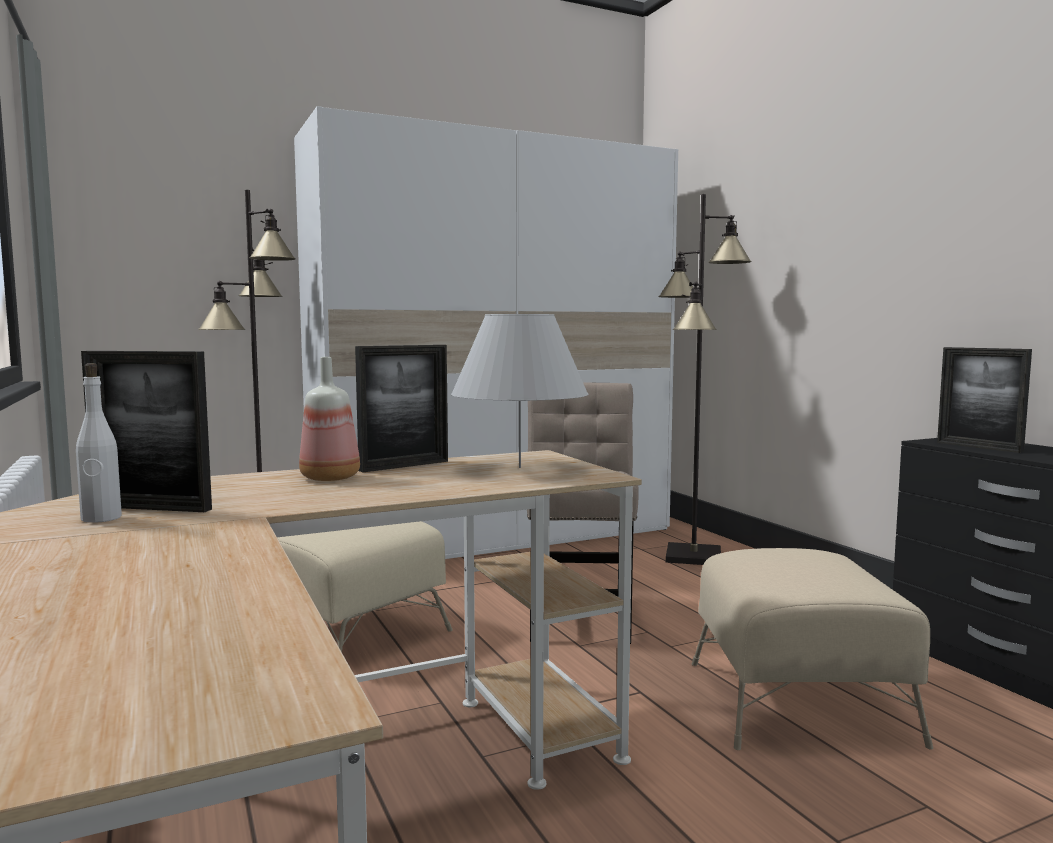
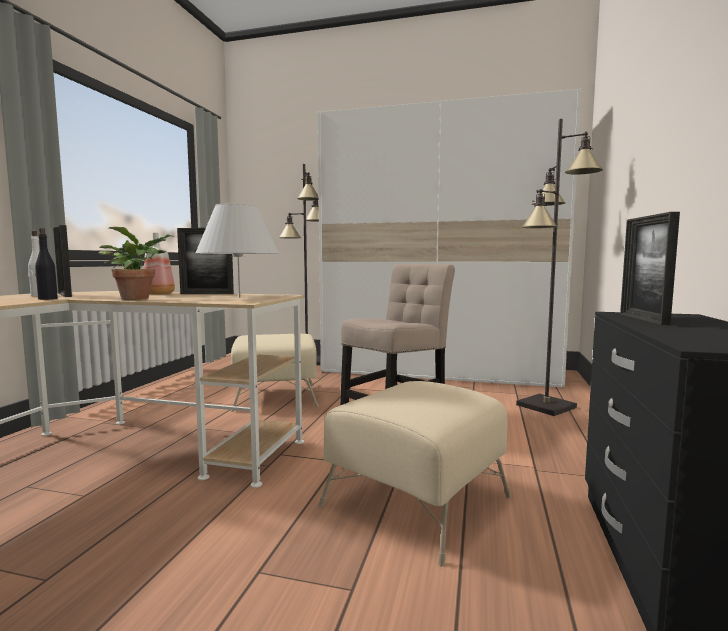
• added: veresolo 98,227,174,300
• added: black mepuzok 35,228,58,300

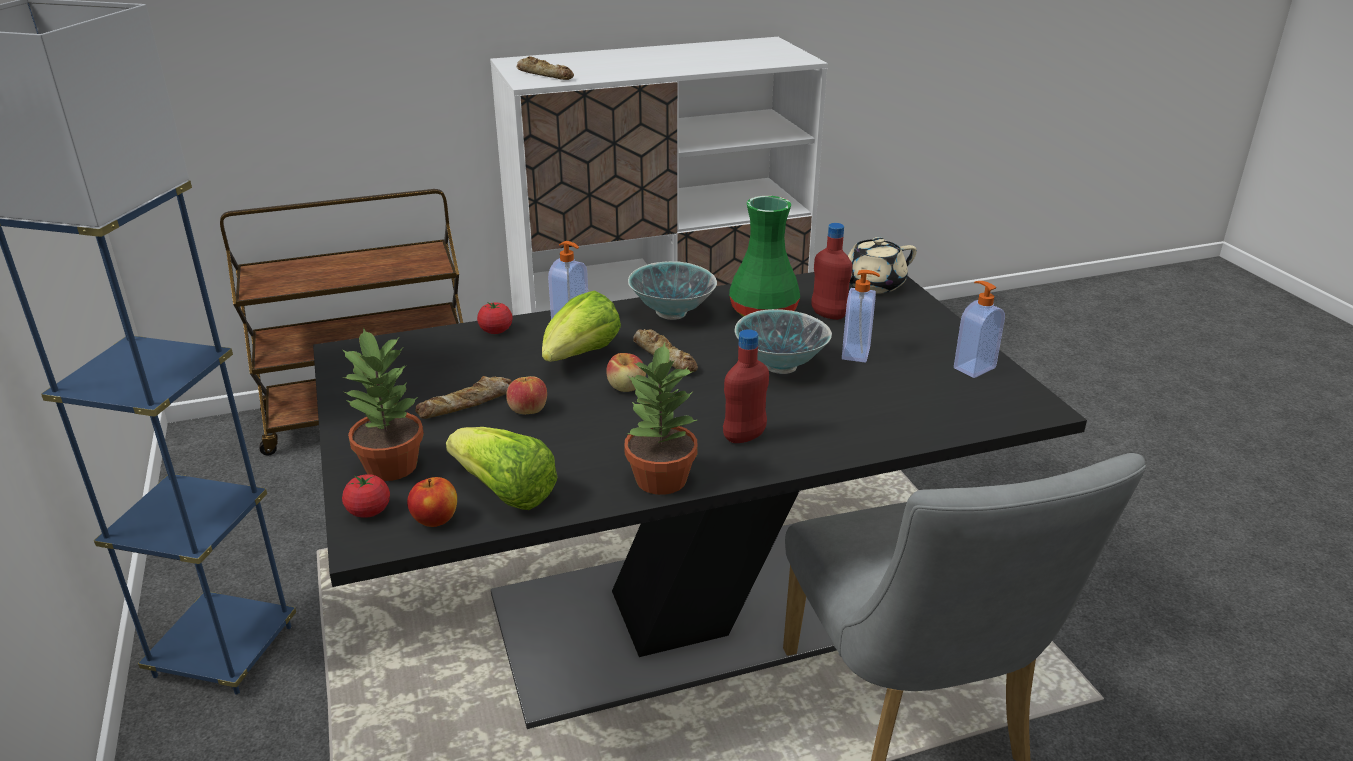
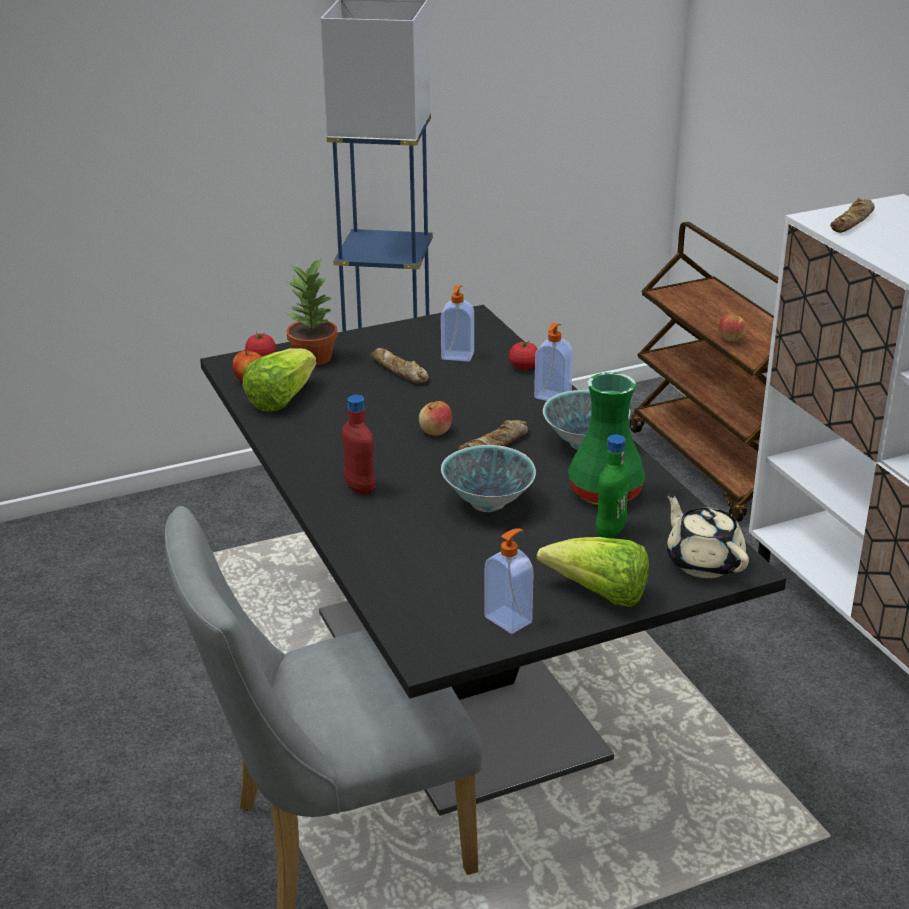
• recoloured: red mepuzok 811,223,852,320 to green mepuzok 596,435,630,538
• moved: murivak 842,270,880,363 to 441,285,474,362
• moved: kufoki 542,291,621,362 to 537,537,649,607
• removed: veresolo 624,342,698,495
• moved: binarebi 506,376,547,414 to 718,314,746,341

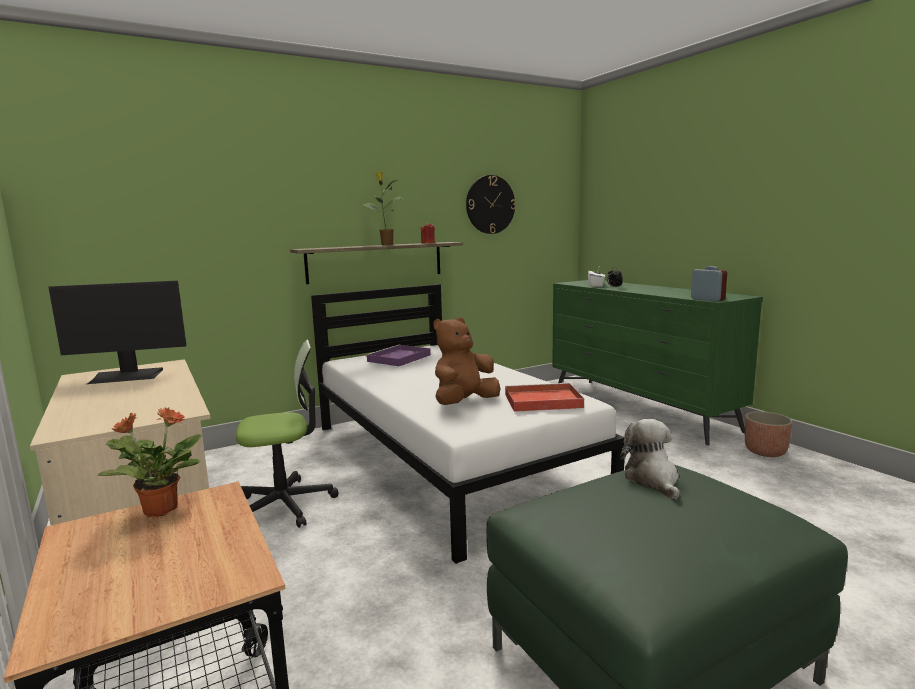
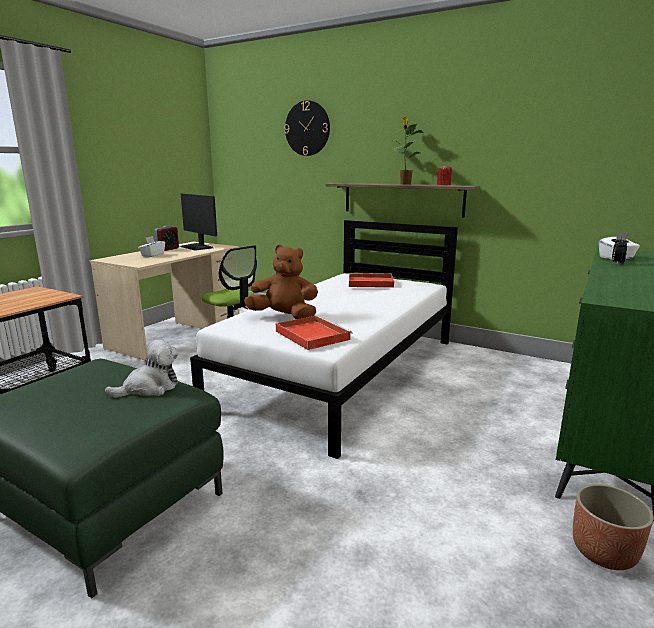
• moved: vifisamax 466,175,516,234 to 284,100,330,156
• moved: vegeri 691,266,727,302 to 154,225,179,251
• recoloured: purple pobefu 365,345,431,366 to red pobefu 349,273,394,288
• removed: veresolo 98,407,202,517
• added: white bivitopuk 138,236,165,257

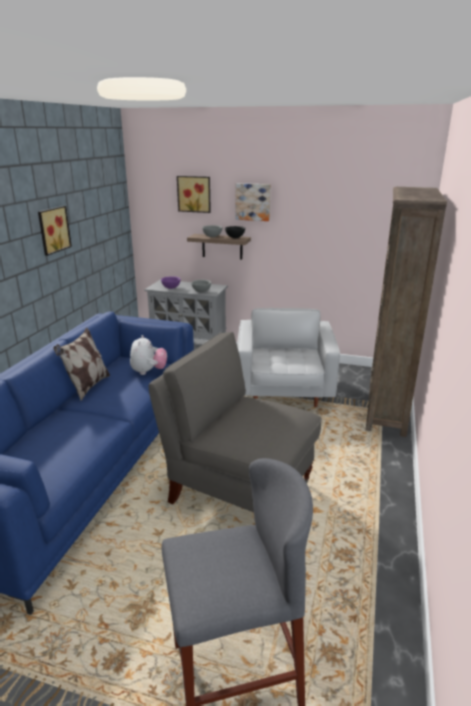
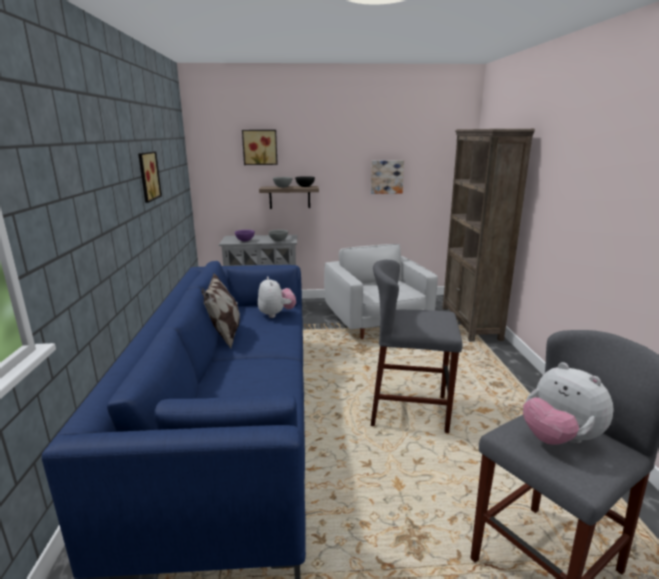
• moved: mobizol 235,183,271,221 to 371,160,404,194
• replaced: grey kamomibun 149,332,322,512 to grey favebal 371,260,463,433
• added: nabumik 523,362,614,445

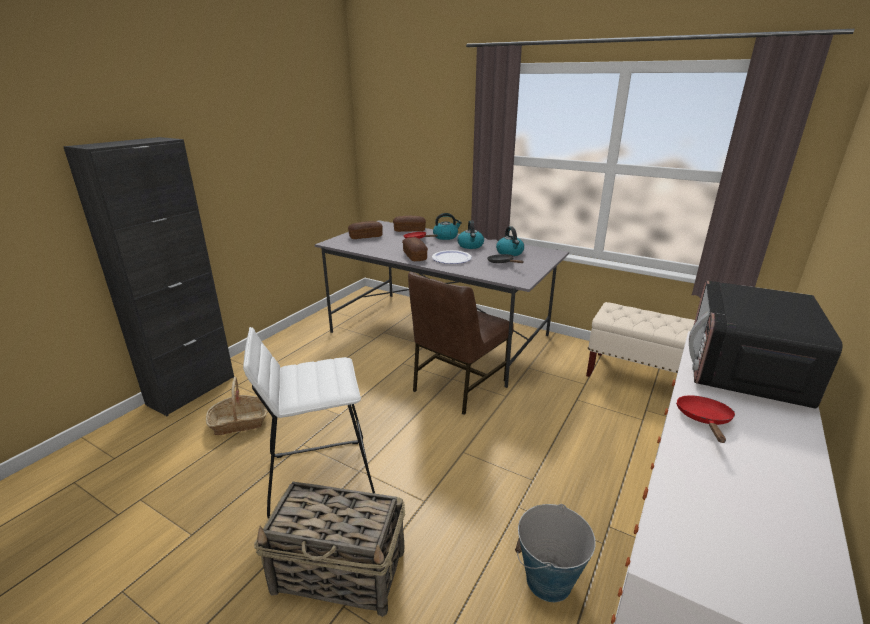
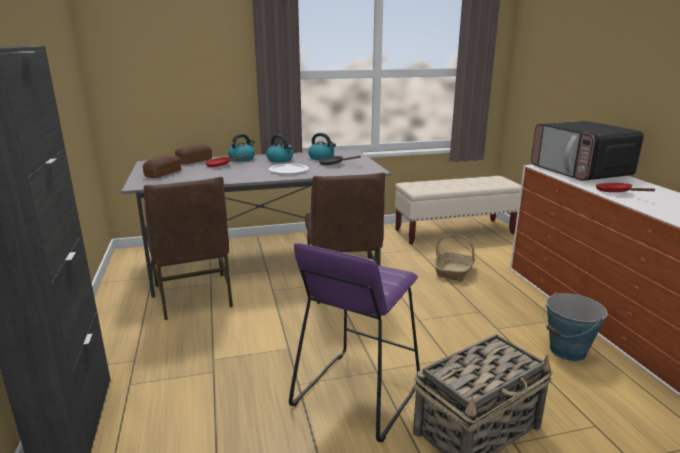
• removed: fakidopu 402,237,428,261
• recoloured: white favebal 243,327,375,519 to purple favebal 289,243,420,442
• moved: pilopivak 206,377,268,435 to 434,234,476,281
• added: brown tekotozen 144,177,233,320

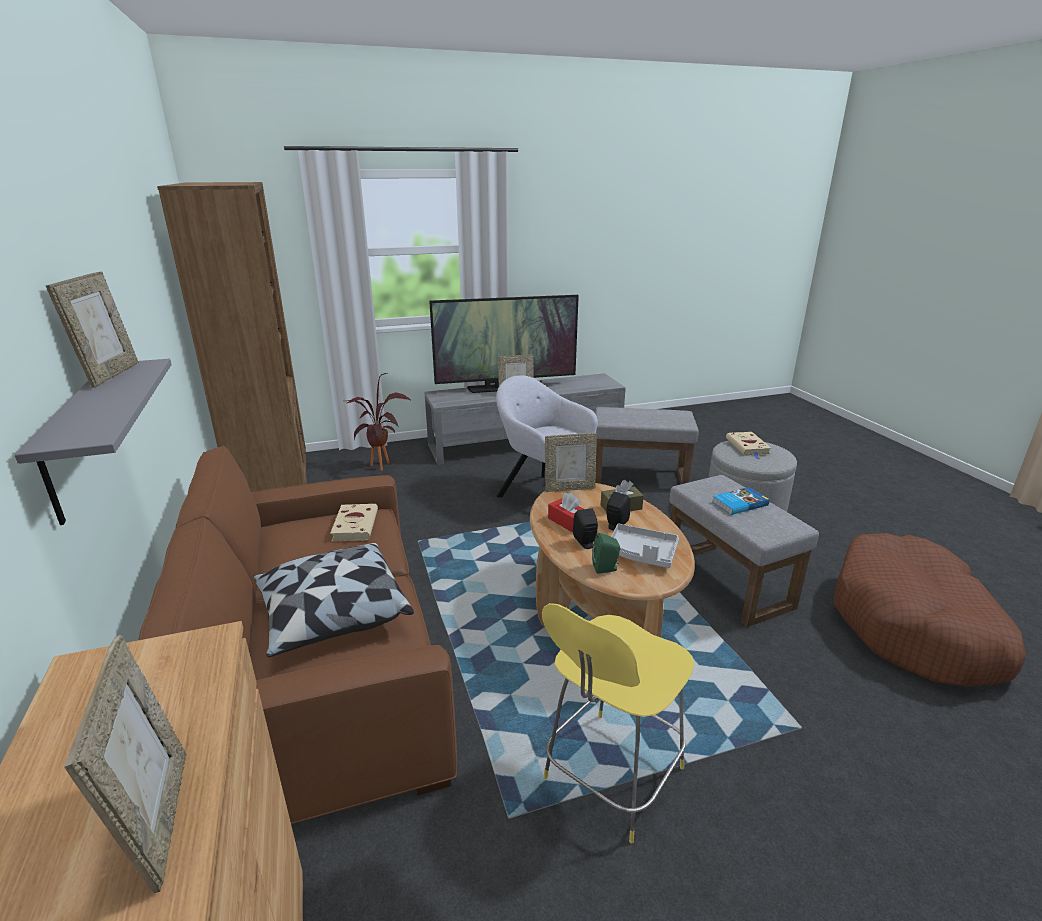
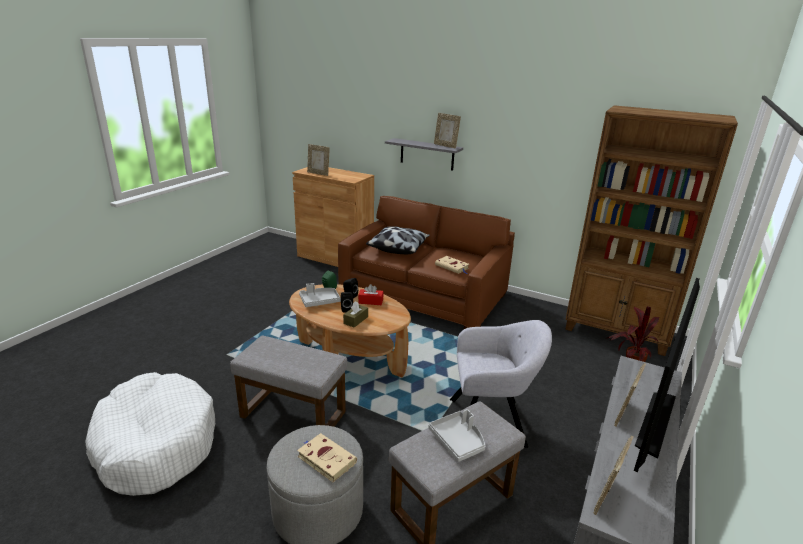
• moved: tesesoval 545,433,597,492 to 594,436,633,515
• removed: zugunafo 712,487,770,515
• recoloured: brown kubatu 833,533,1026,687 to white kubatu 85,372,215,496
• removed: yellow favebal 542,603,694,843
• added: grey pobefu 428,409,485,462

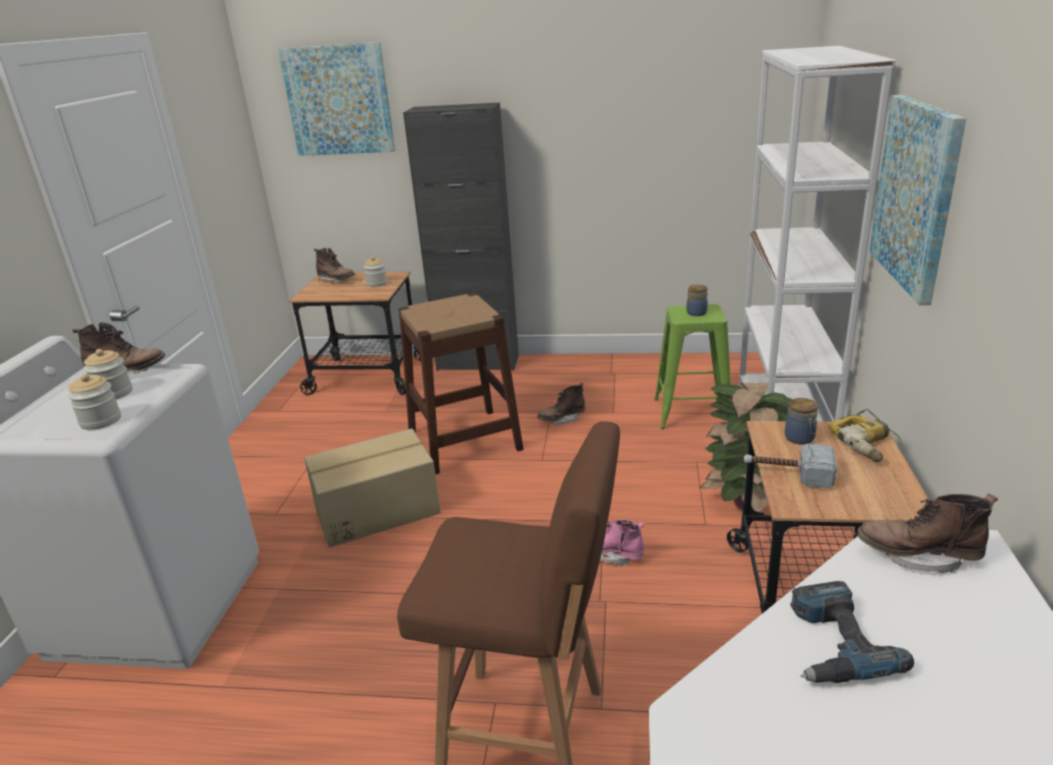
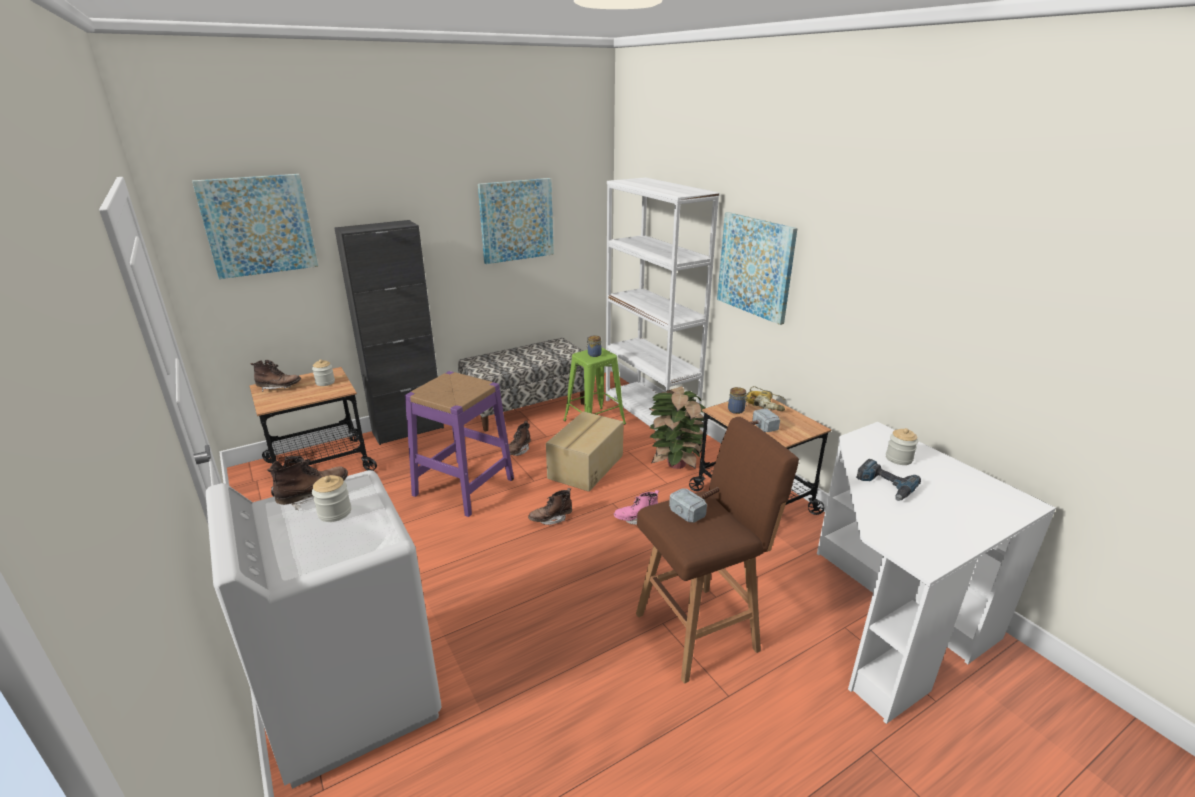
• recoloured: brown favebal 399,293,524,475 to purple favebal 405,371,514,517
• moved: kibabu 68,374,121,430 to 886,428,918,465
• moved: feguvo 304,428,441,548 to 546,411,624,492
• moved: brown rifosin 857,494,998,573 to 528,488,572,525
• added: mobizol 478,178,554,264
• added: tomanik 458,338,585,431
• added: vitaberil 669,487,719,523

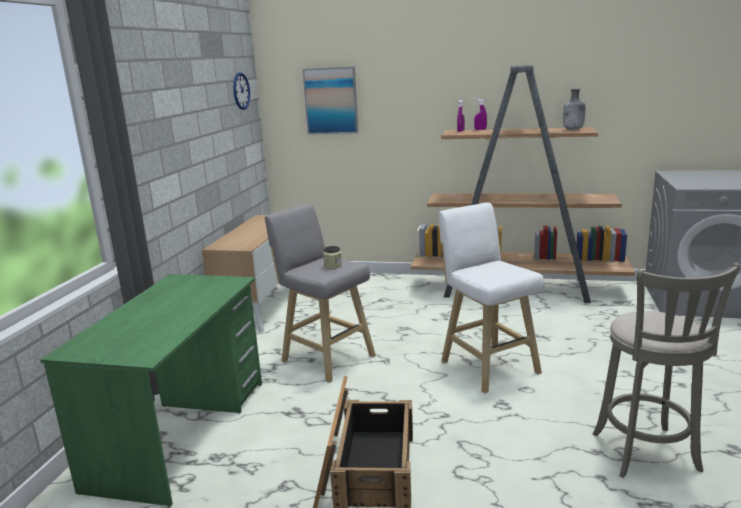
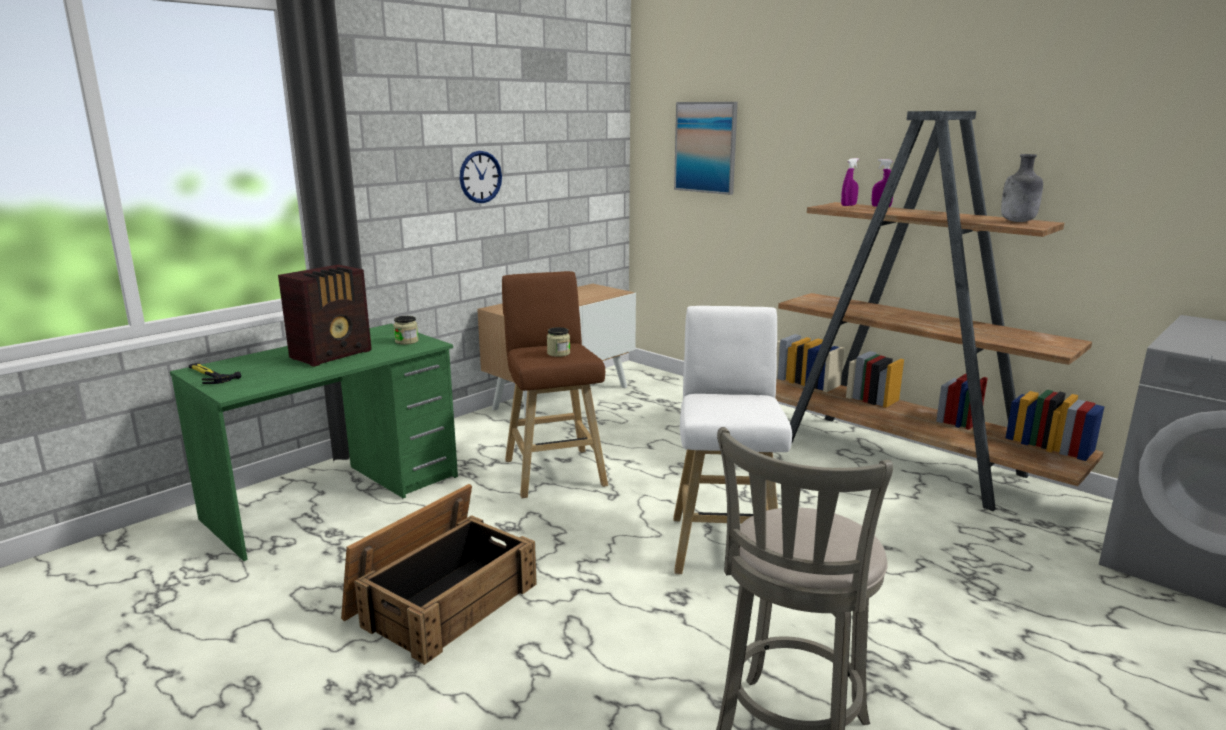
• moved: vifisamax 233,72,250,110 to 460,151,502,203
• recoloured: grey favebal 265,204,376,383 to brown favebal 502,271,608,498
• added: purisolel 278,264,372,367
• added: kibabu 394,316,419,345
• added: vitaberil 189,363,241,384

